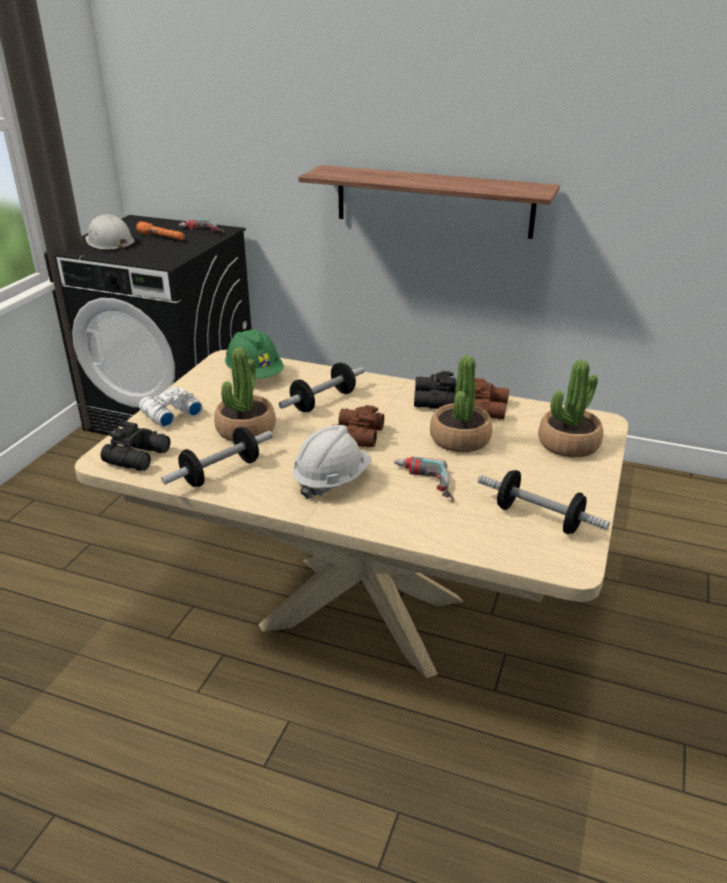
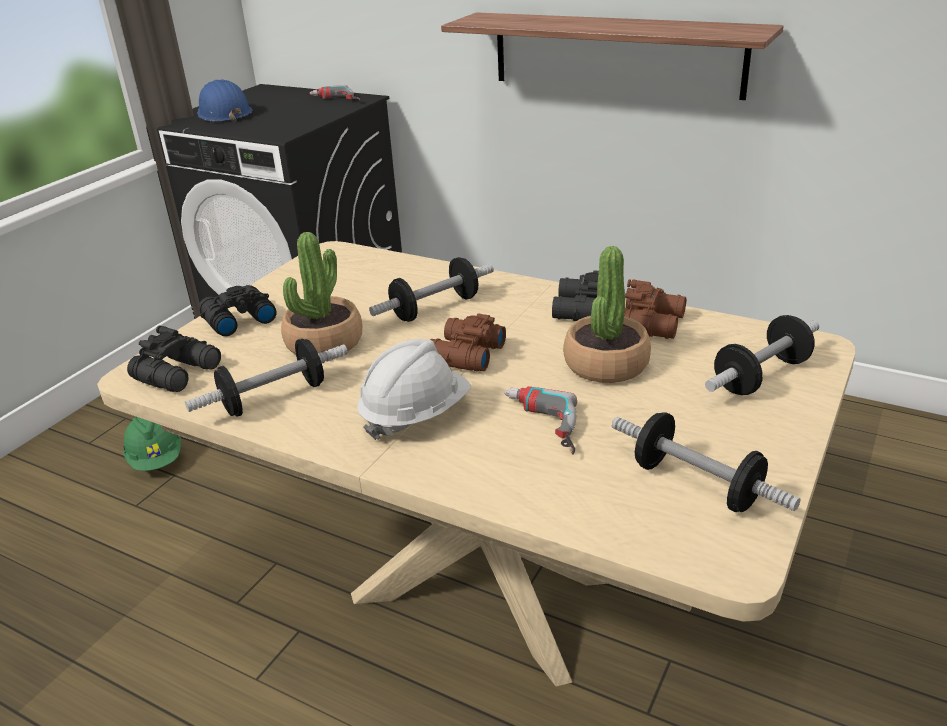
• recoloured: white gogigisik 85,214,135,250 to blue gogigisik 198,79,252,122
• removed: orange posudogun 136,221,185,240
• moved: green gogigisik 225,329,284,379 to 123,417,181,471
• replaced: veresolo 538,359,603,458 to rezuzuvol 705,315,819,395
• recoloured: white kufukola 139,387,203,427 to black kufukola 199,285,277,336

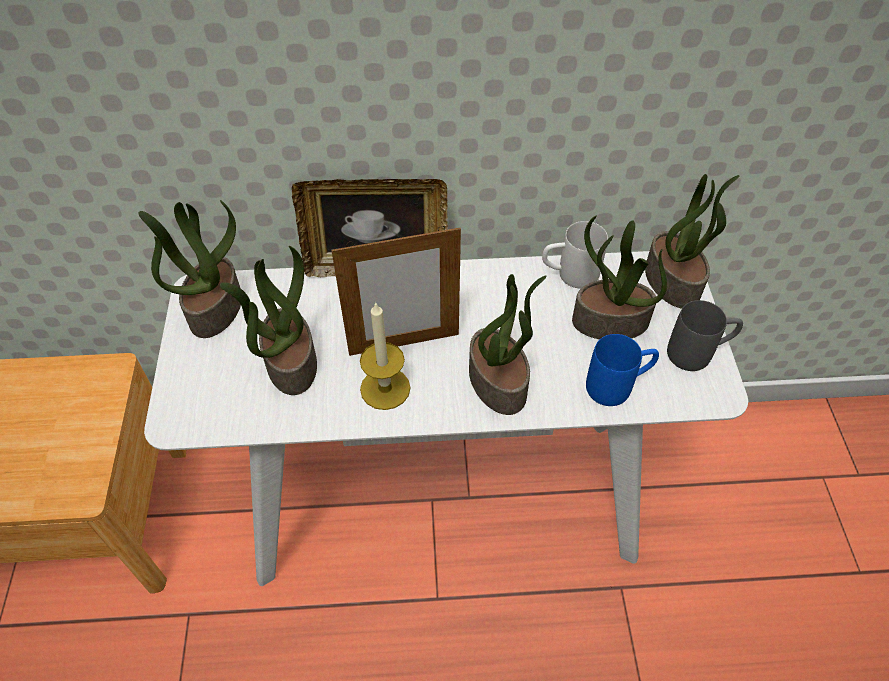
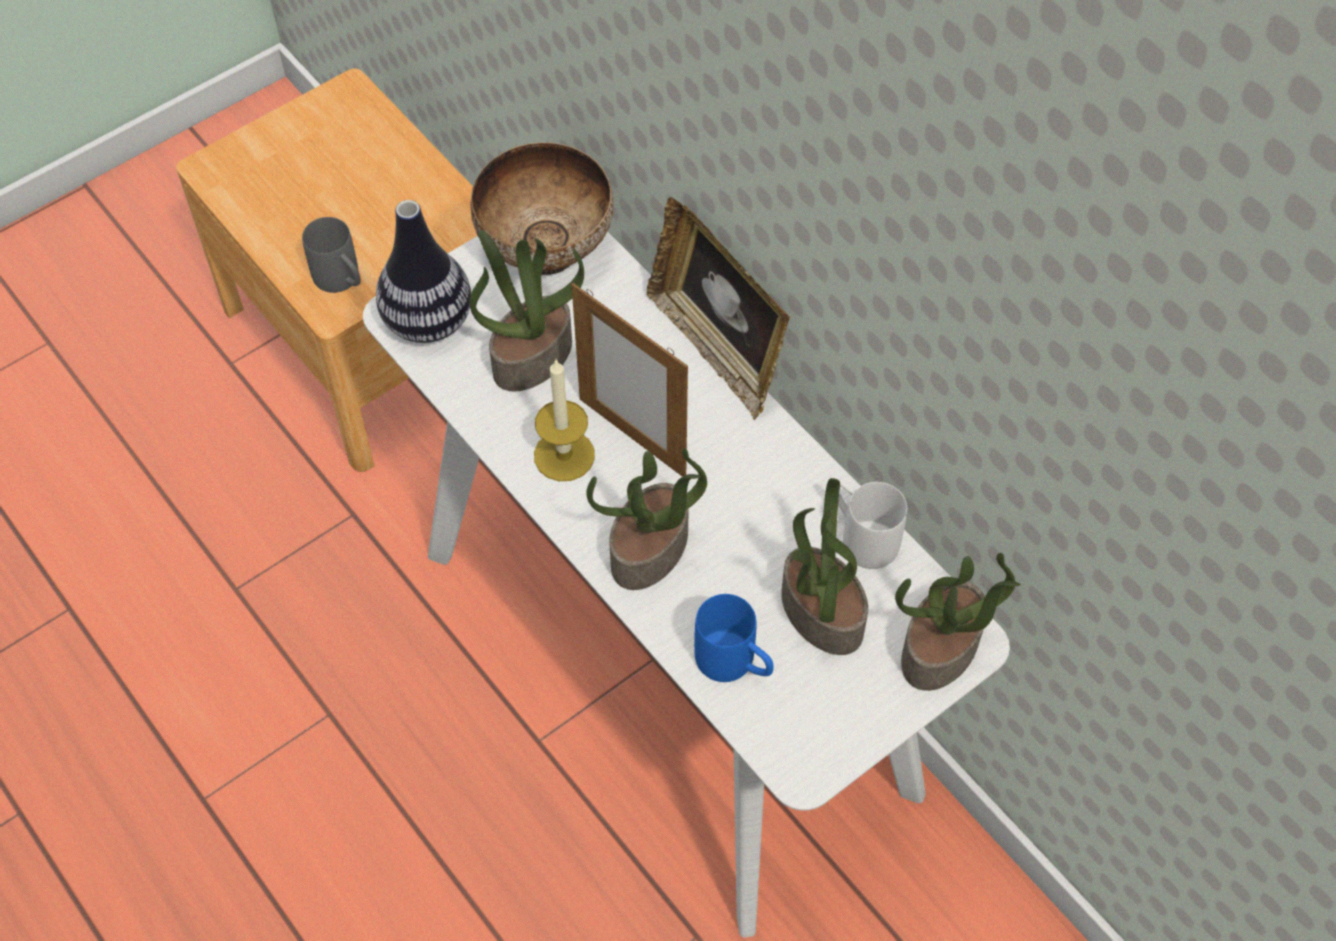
• replaced: veresolo 138,200,241,338 to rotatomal 470,142,614,275
• moved: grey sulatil 667,300,743,371 to 302,217,361,293
• added: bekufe 376,200,471,343

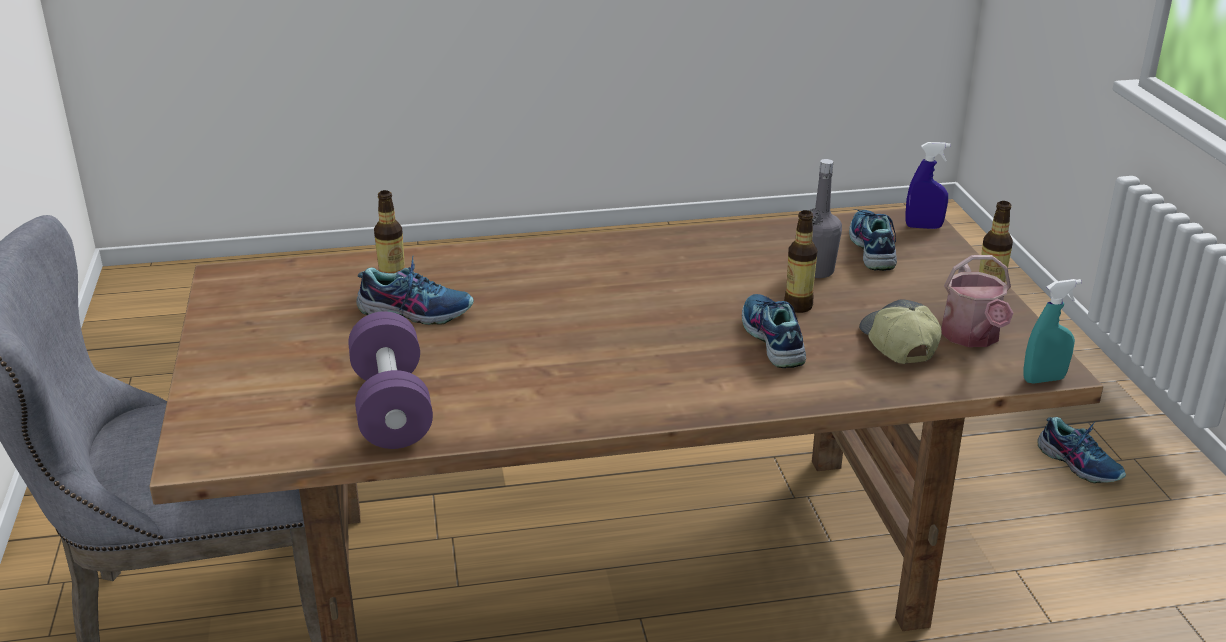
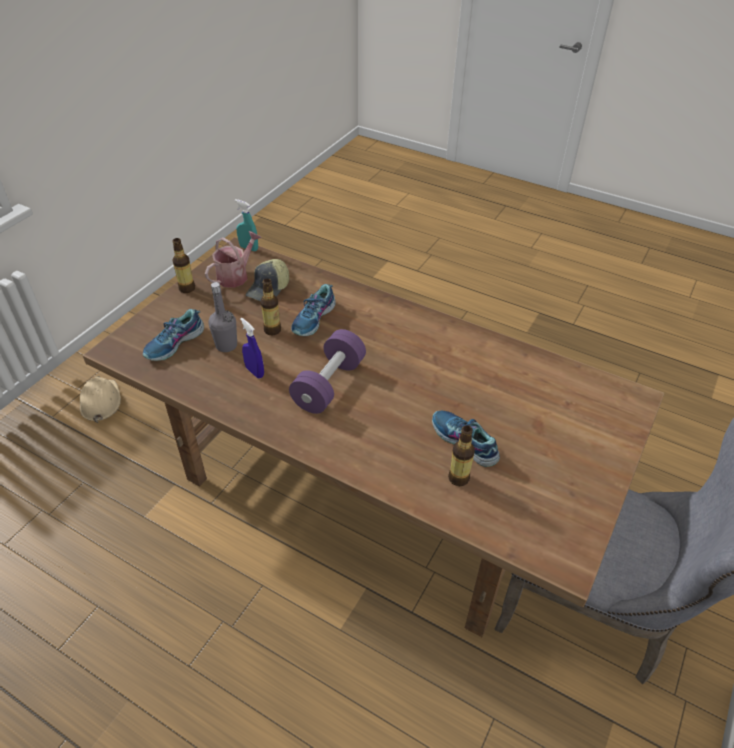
• moved: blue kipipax 906,142,951,229 to 240,317,264,378
• moved: purple rezuzuvol 348,312,433,449 to 289,329,366,414
• replaced: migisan 1037,417,1126,483 to beige gogigisik 80,376,121,423

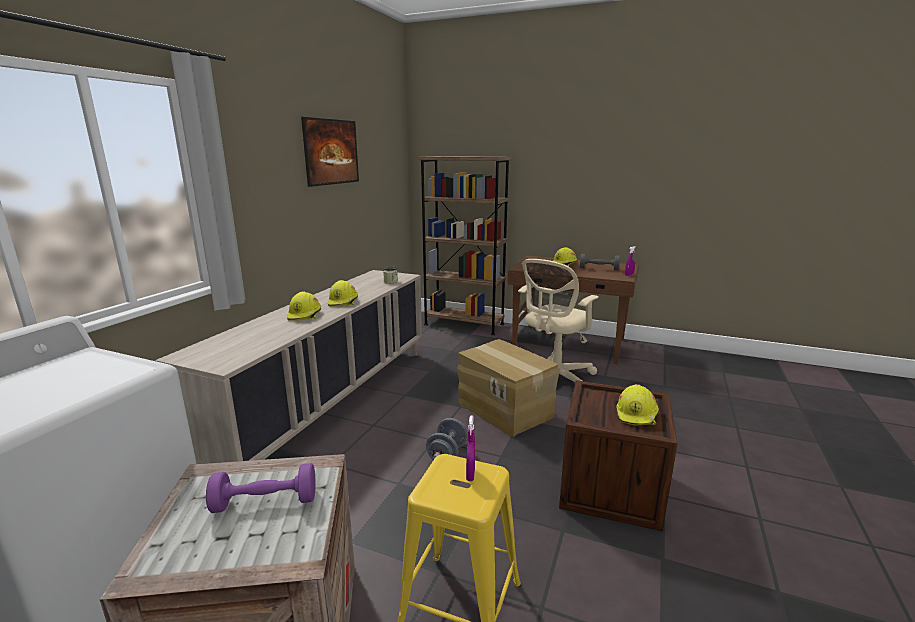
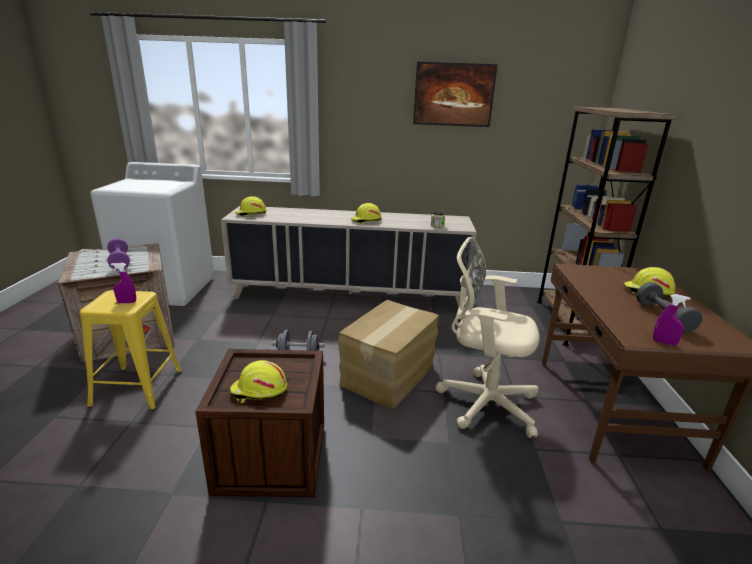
• moved: yellow gogigisik 287,292,321,321 to 235,196,266,217

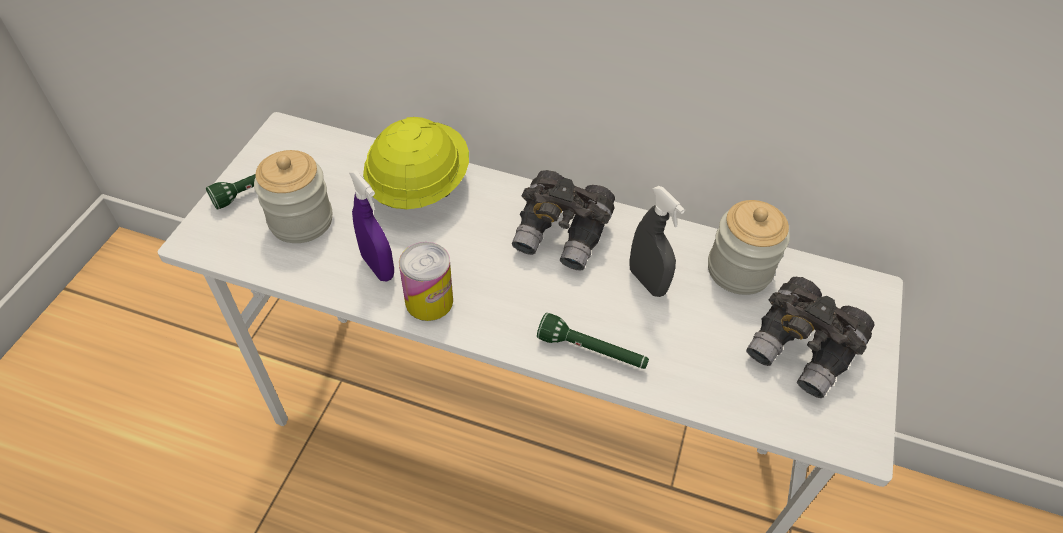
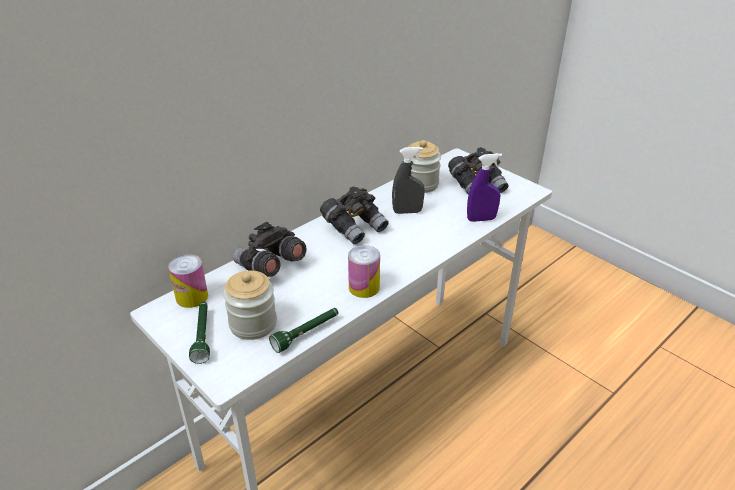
• replaced: yellow gogigisik 363,117,469,209 to grey kufukola 233,222,306,277
• moved: purple kipipax 349,170,394,282 to 467,153,502,222
• moved: green posudogun 537,313,649,369 to 269,308,338,353
• added: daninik 168,254,208,308

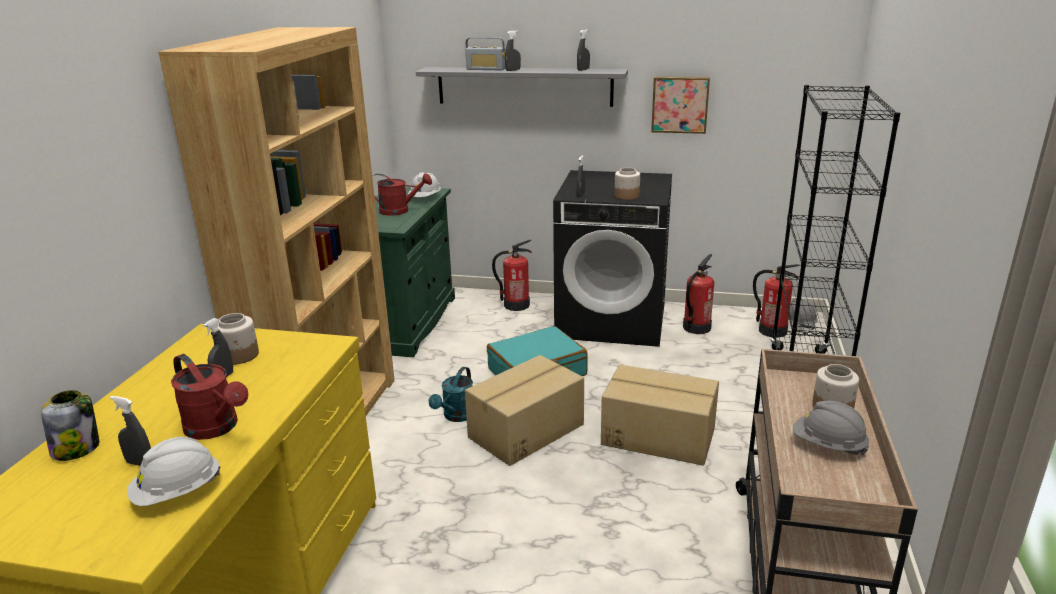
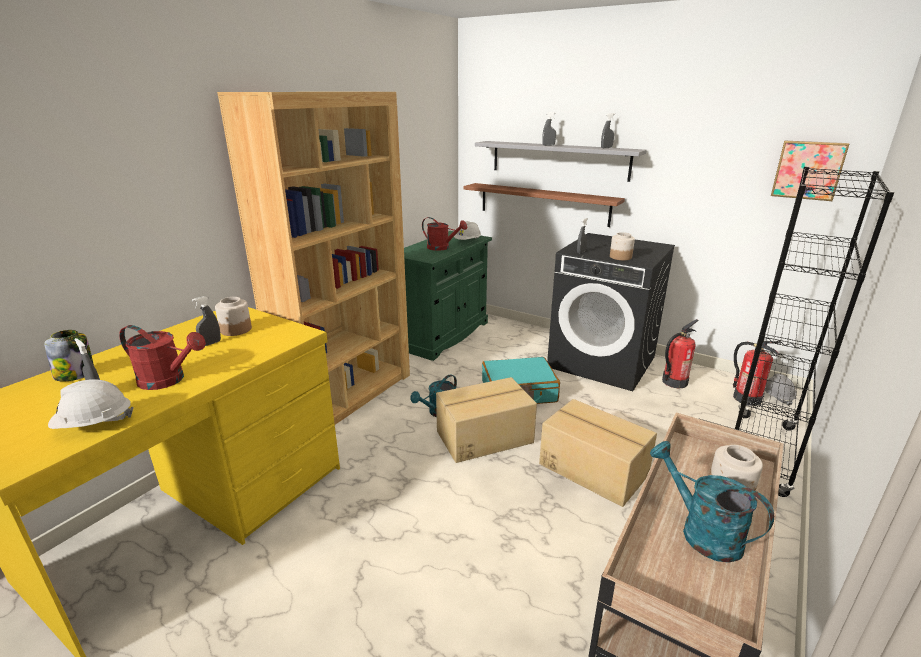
• removed: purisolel 465,37,506,70
• moved: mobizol 651,76,710,134 to 771,141,850,201
• removed: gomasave 492,240,532,311
• turned: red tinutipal 171,354,248,440 = 119,325,206,390 45 degrees counterclockwise
• replaced: grey gogigisik 793,401,870,455 to turquoise tinutipal 650,441,774,563
• added: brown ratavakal 463,183,625,227

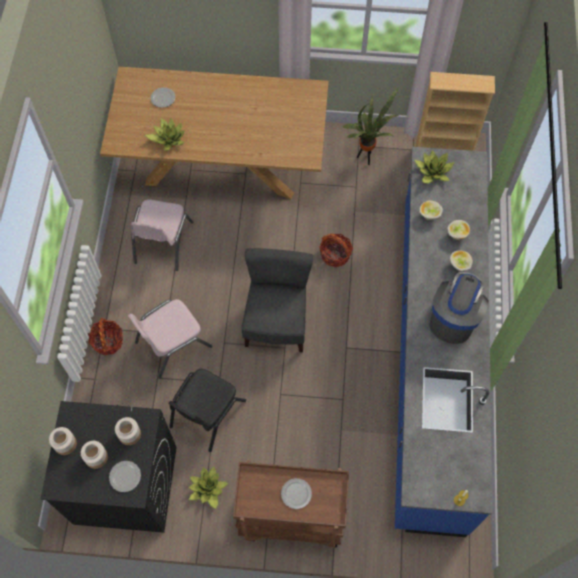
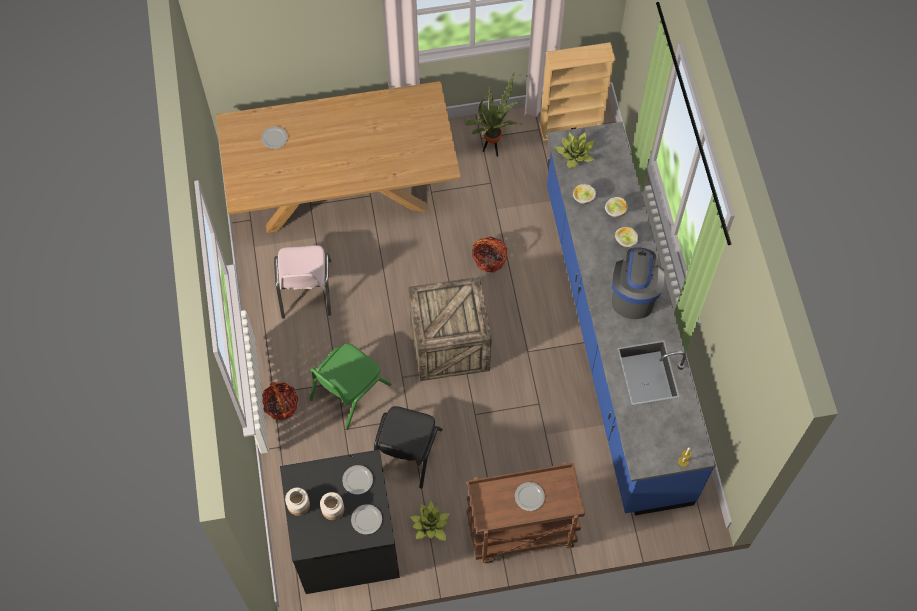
• removed: veresolo 145,117,184,151
• replaced: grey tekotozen 241,248,313,353 to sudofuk 408,277,492,381
• recoloured: pink tekotozen 128,299,212,378 to green tekotozen 310,343,391,429
• replaced: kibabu 115,417,141,445 to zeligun 342,465,373,495

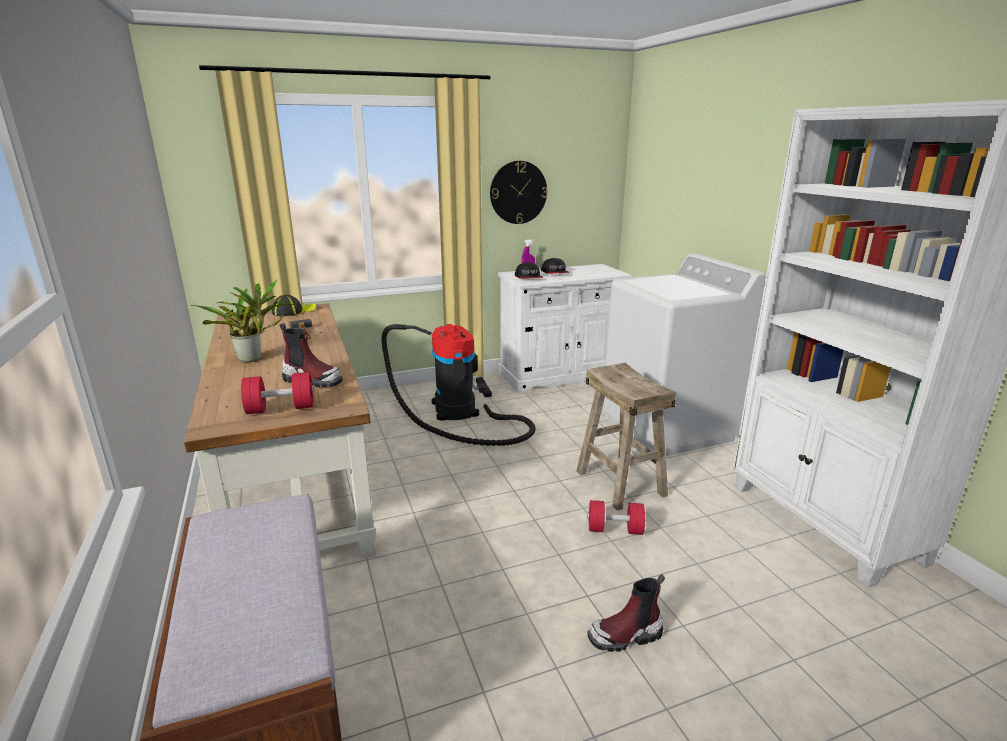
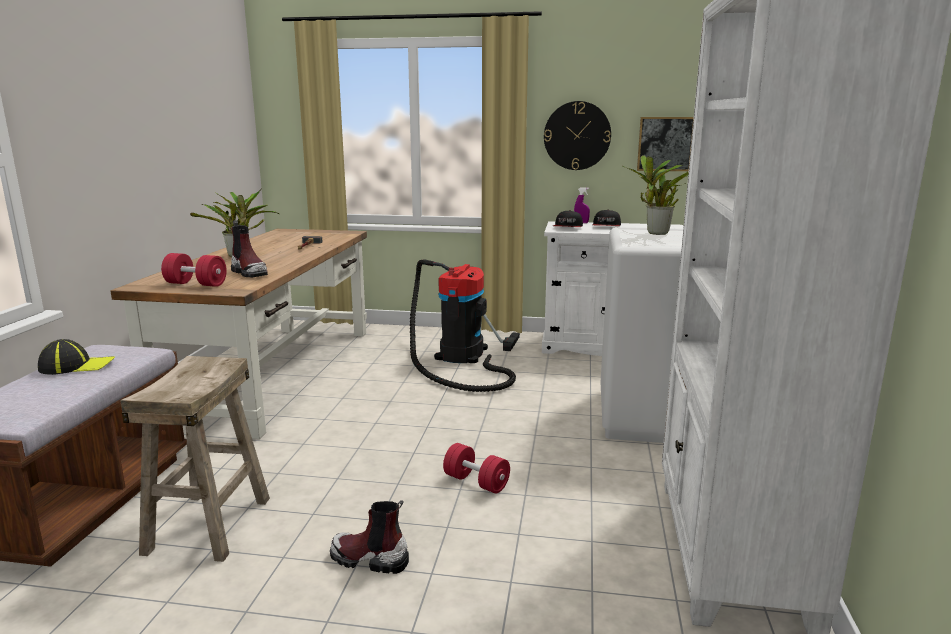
• moved: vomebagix 272,294,316,316 to 38,339,115,375
• moved: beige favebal 576,363,676,511 to 120,356,270,562
• added: mobizol 637,117,694,171
• added: veresolo 622,155,689,235

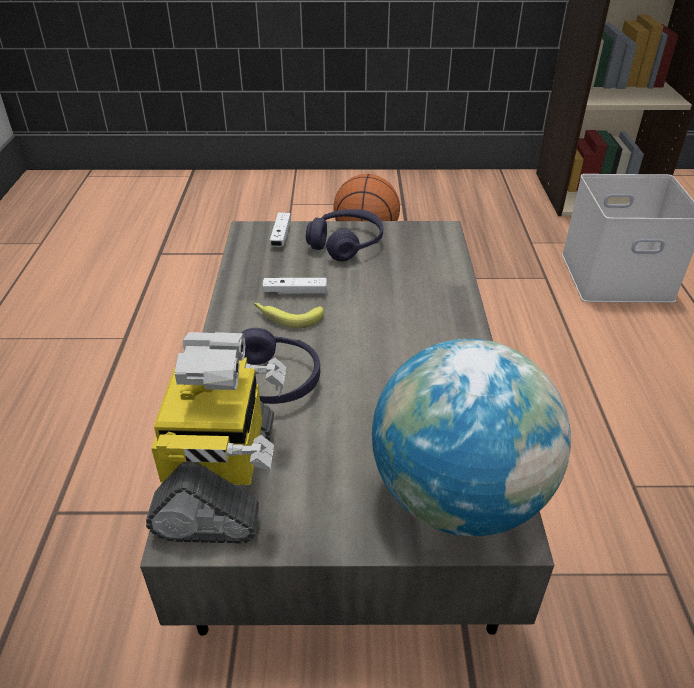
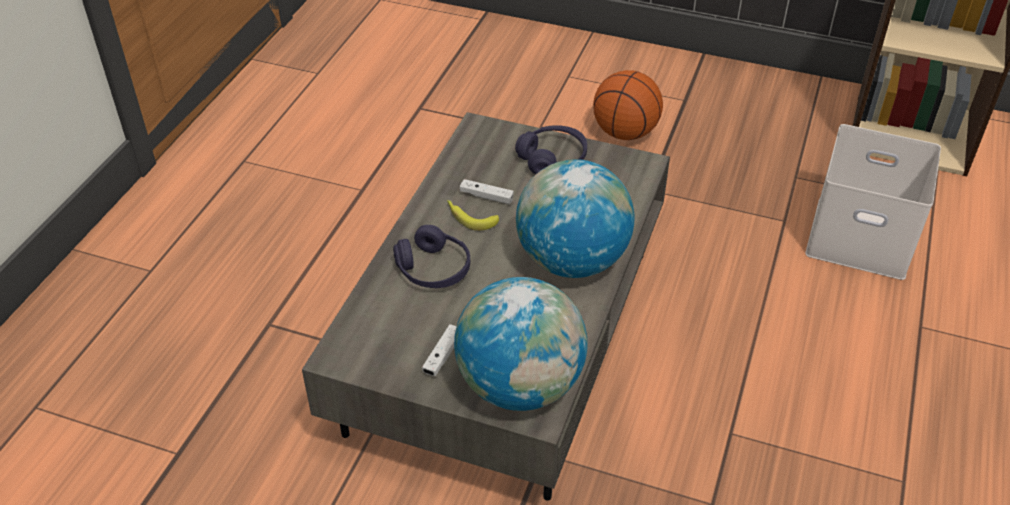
• moved: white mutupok 270,212,291,247 to 422,324,457,376
• removed: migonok 146,332,286,544
• added: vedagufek 516,159,634,278

